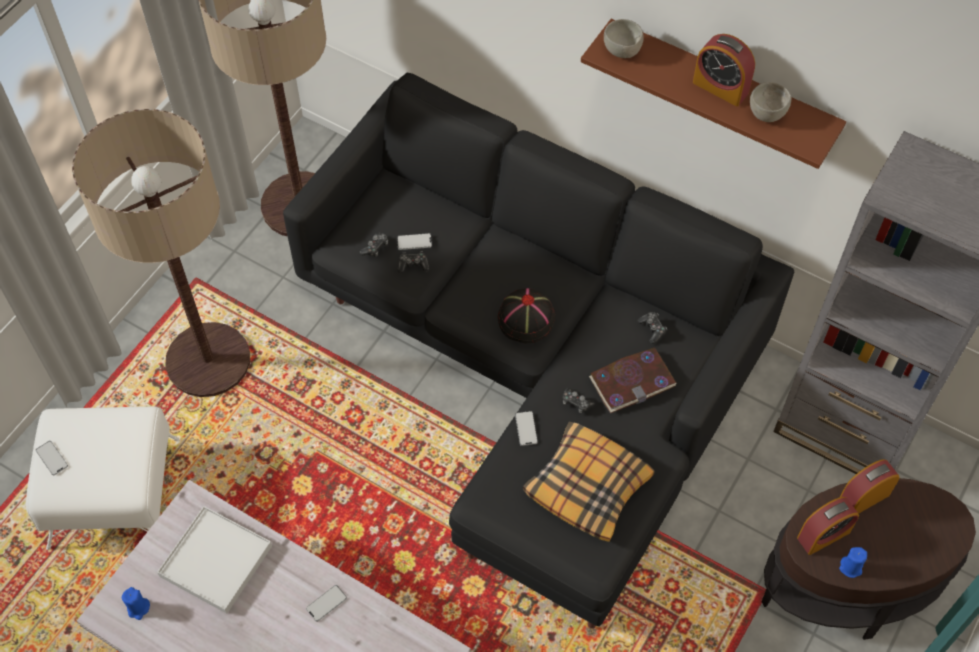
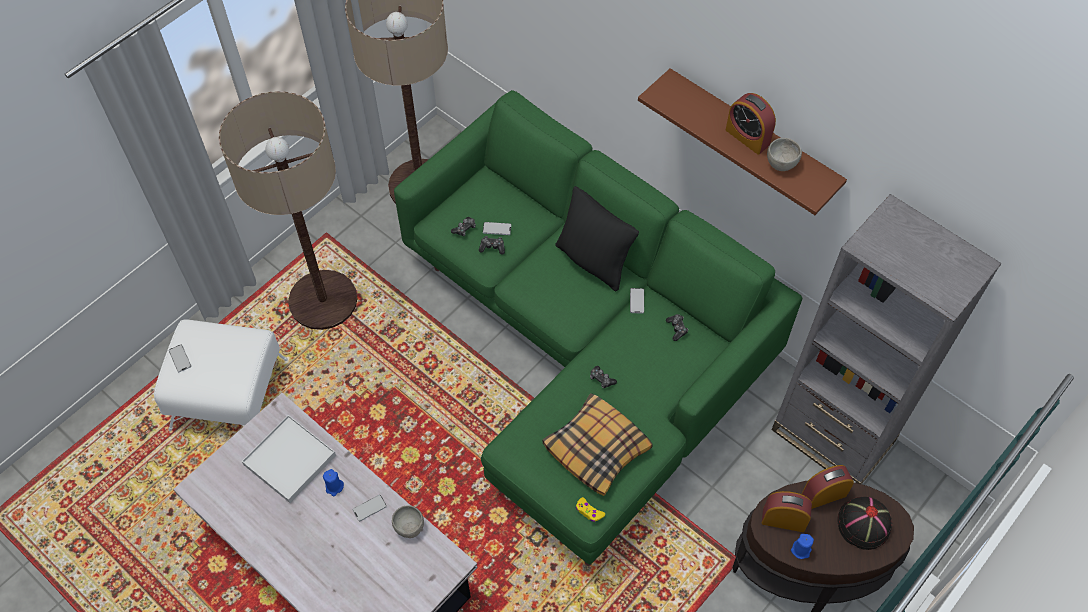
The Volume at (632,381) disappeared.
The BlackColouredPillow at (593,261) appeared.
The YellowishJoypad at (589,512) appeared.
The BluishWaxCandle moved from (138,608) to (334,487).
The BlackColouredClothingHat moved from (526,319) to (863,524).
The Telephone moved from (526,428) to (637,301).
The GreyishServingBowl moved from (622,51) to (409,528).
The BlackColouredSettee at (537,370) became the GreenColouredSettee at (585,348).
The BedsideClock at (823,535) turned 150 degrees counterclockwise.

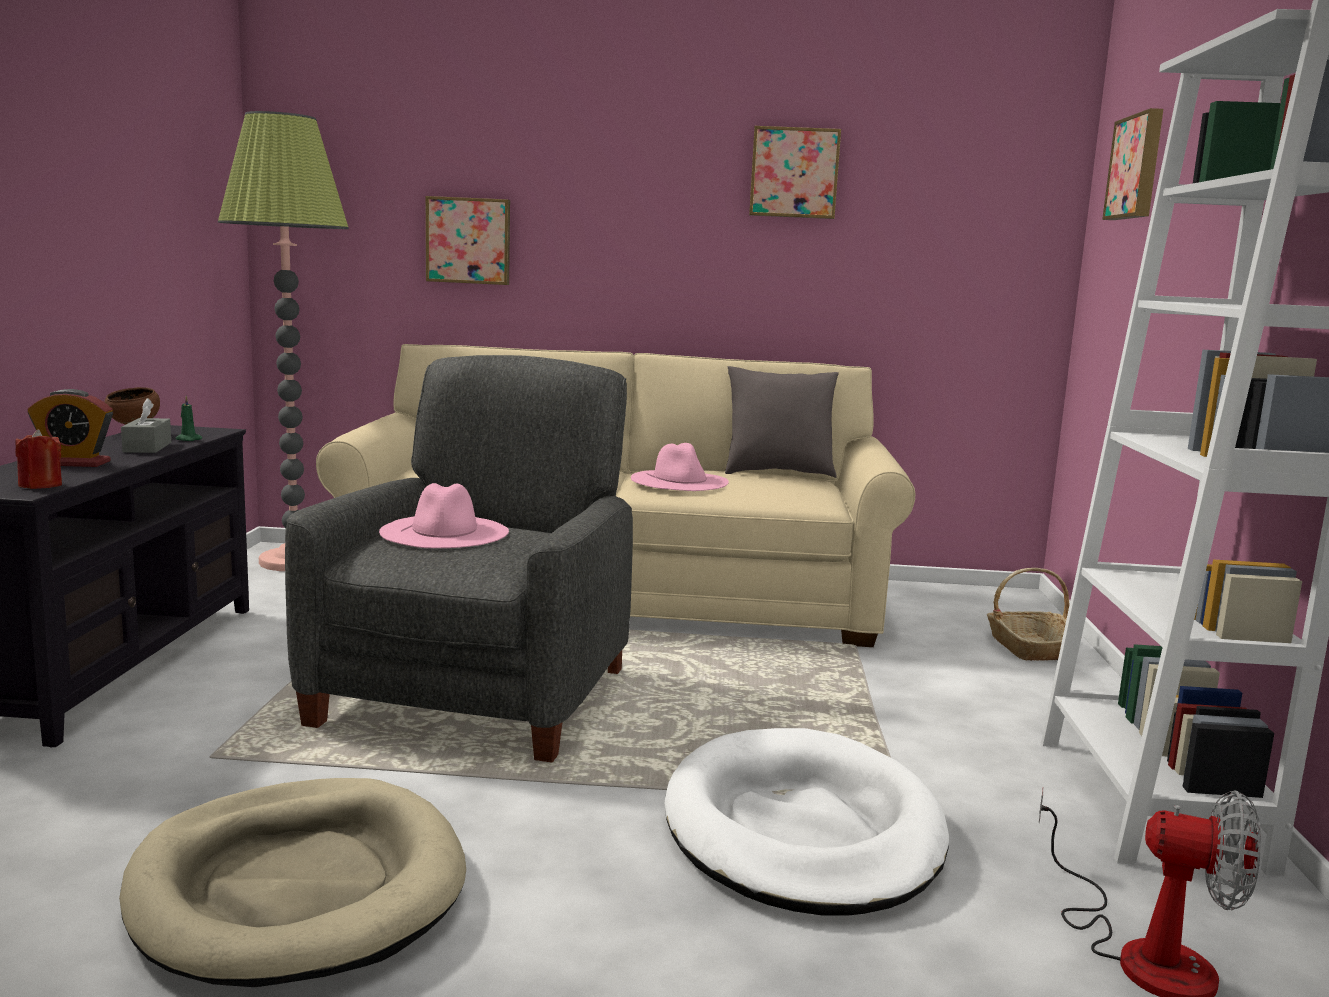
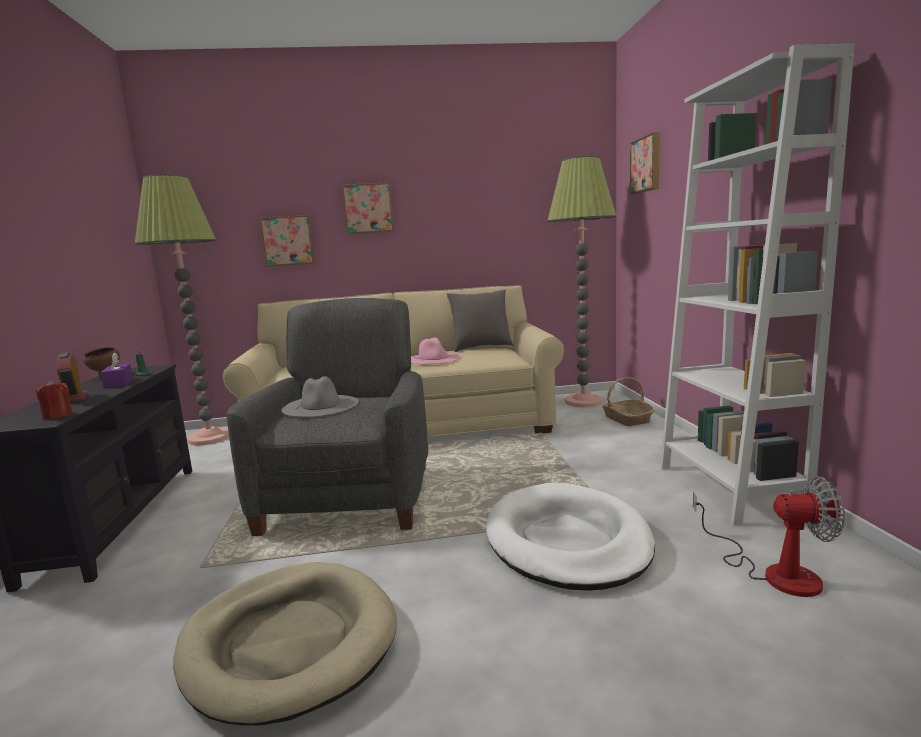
The FloorLamp at (583,402) appeared.
The WallArt moved from (794,173) to (368,208).
The GreyishTissueHolder at (147,447) became the PurpleColouredTissueHolder at (118,383).
The PinkClothingHat at (445,531) became the GreyishClothingHat at (320,405).
The BedsideClock at (74,463) turned 75 degrees clockwise.

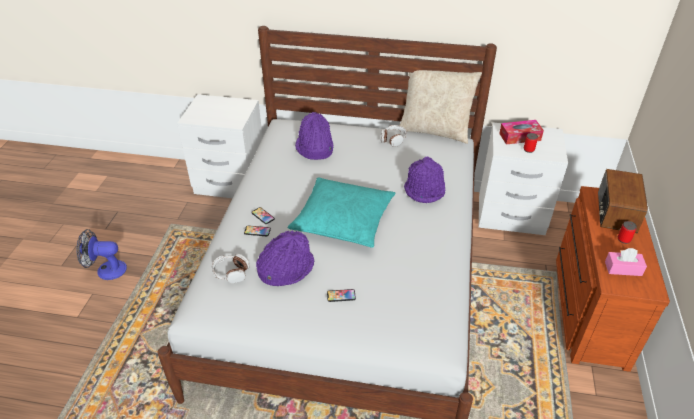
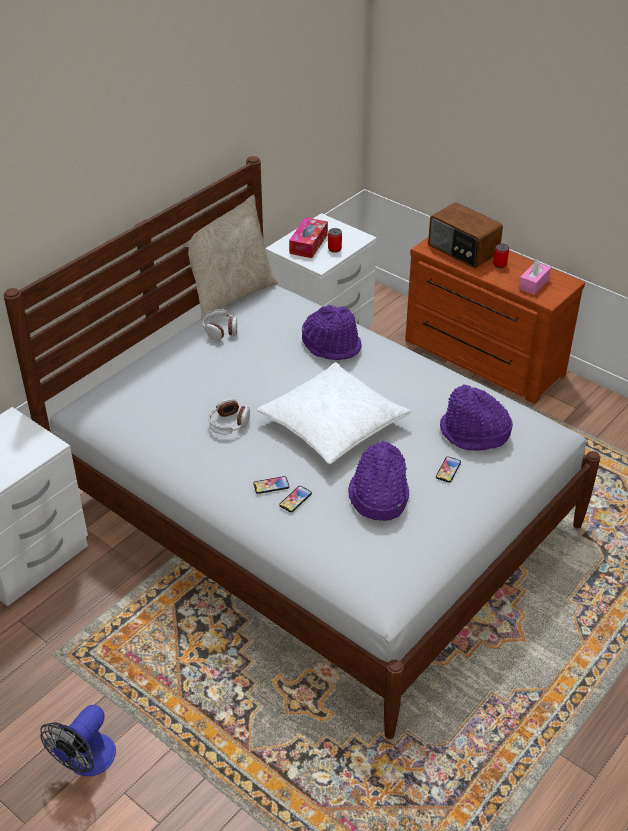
The PairOfHeadphones moved from (231,272) to (229,424).
The PurpleColouredClothingHat moved from (314,148) to (474,433).
The BlueGreenPillow at (343,220) became the WhitePillow at (333,424).

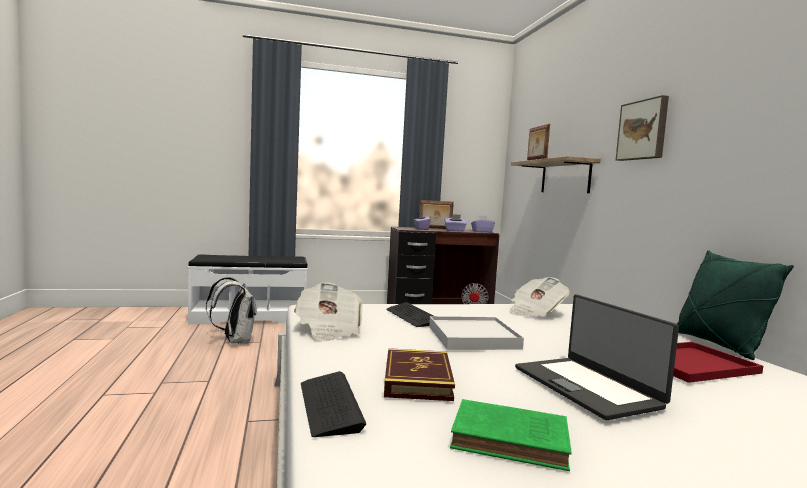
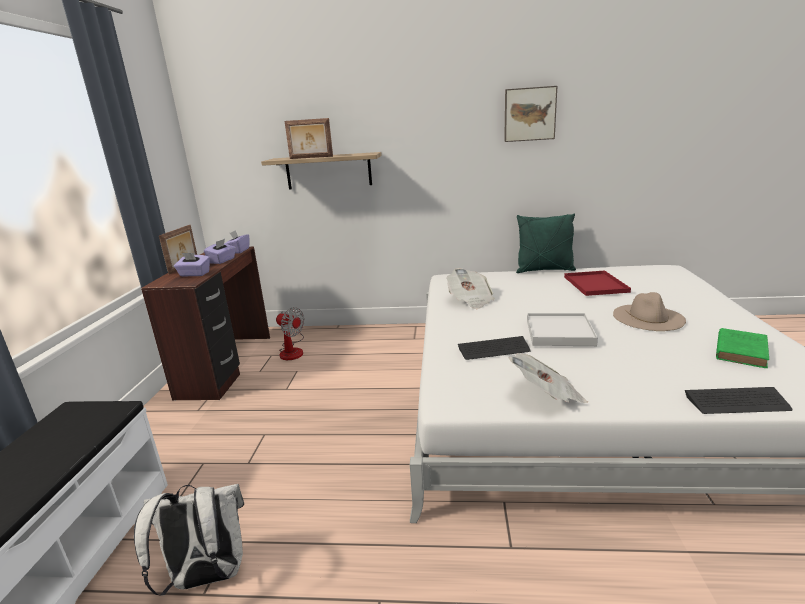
The Volume at (417,379) disappeared.
The WallArt moved from (643,130) to (529,114).
The NotebookComputer at (587,386) was replaced by the BeigeColouredClothingHat at (648,317).

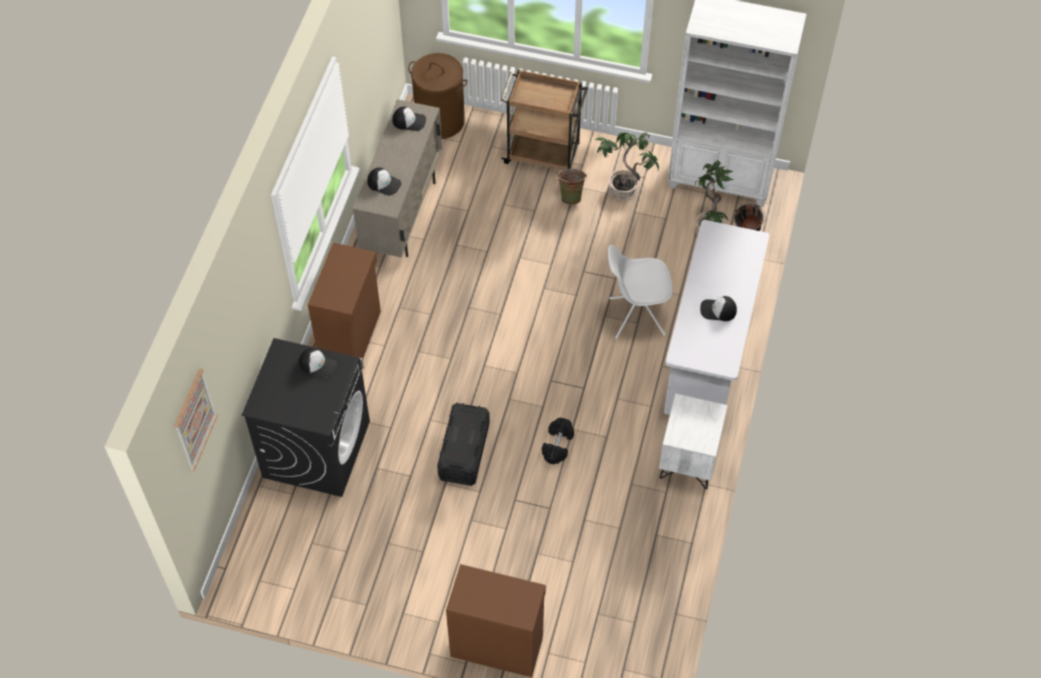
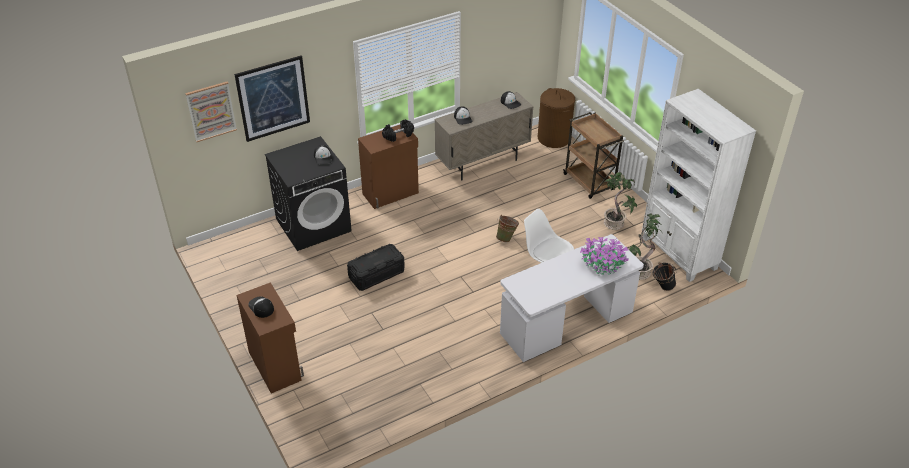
The WhiteNightstand at (689,460) disappeared.
The WallArt at (273,98) appeared.
The PlantInAPot at (603,265) appeared.
The BlackColouredFreeWeight moved from (558,445) to (398,135).
The GreenColouredWaterBucket moved from (571,196) to (506,238).
The PeakedCap moved from (718,310) to (261,307).

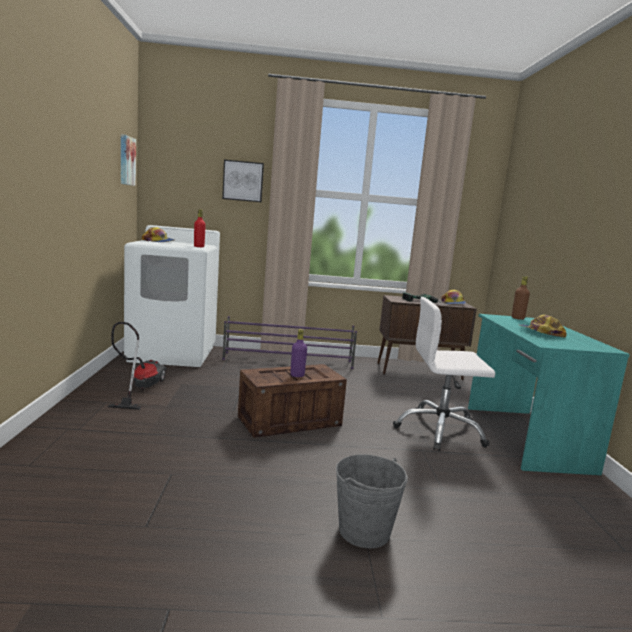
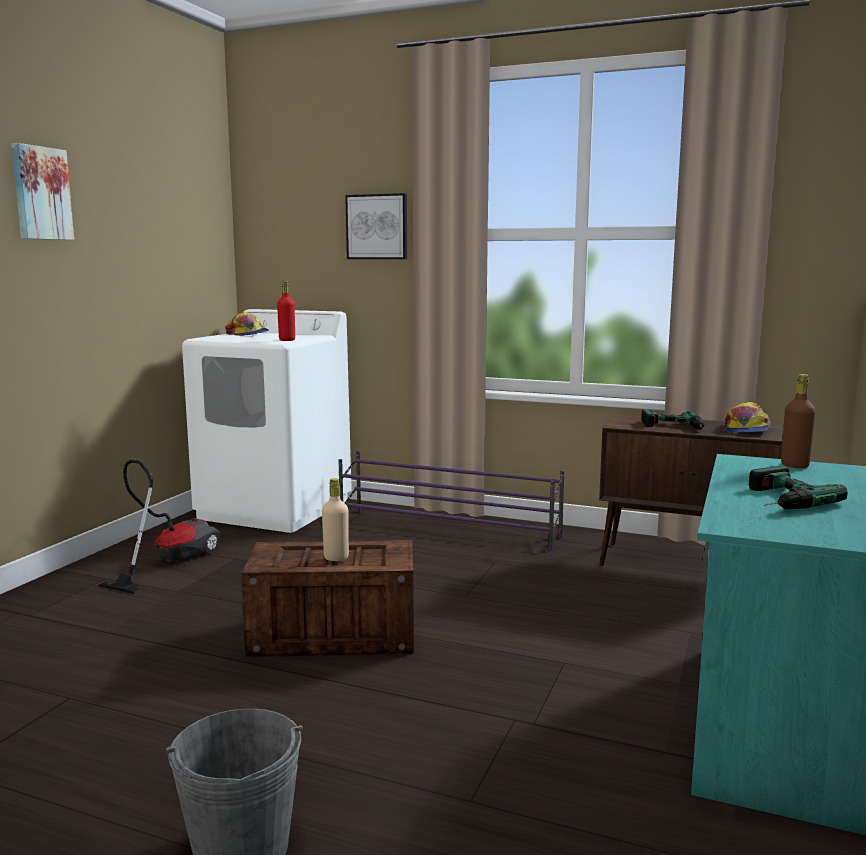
The WhiteOfficeChair at (440,431) disappeared.
The WallArt moved from (126,160) to (40,193).
The PeakedCap at (540,333) was replaced by the PowerDrill at (776,500).
The PurpleColouredDrinkBottle at (297,375) became the BeigeColouredDrinkBottle at (336,558).

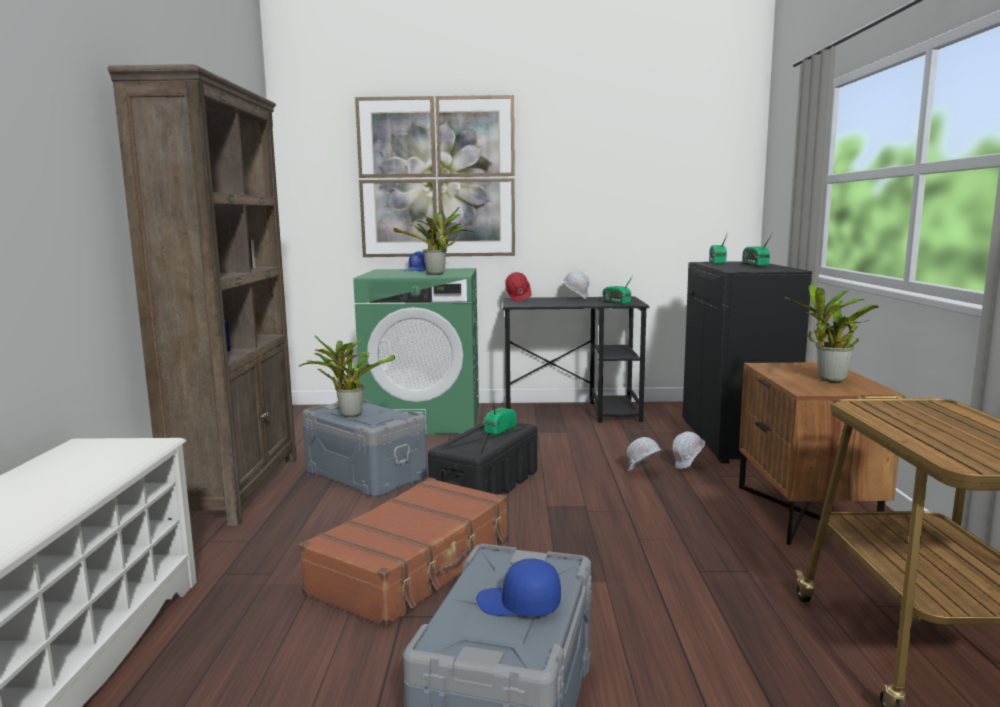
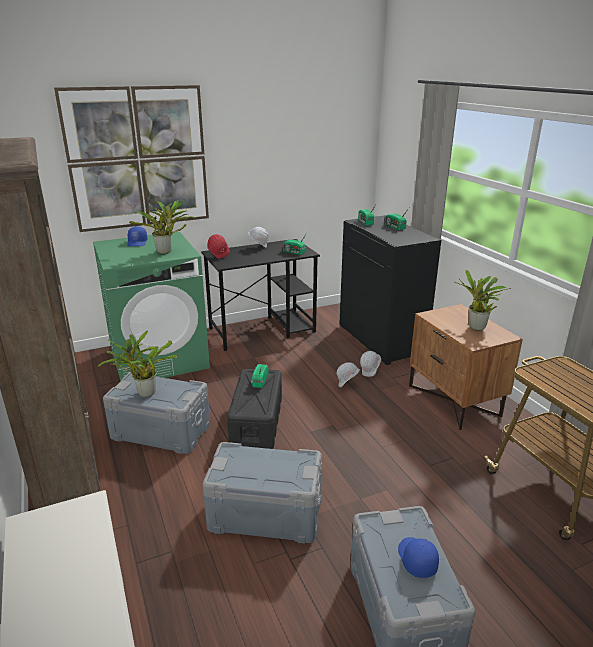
The BrownColouredSuitcase at (414,566) was replaced by the GreyishStorageContainer at (265,513).
The BluishPeakedCap at (518,605) turned 90 degrees clockwise.

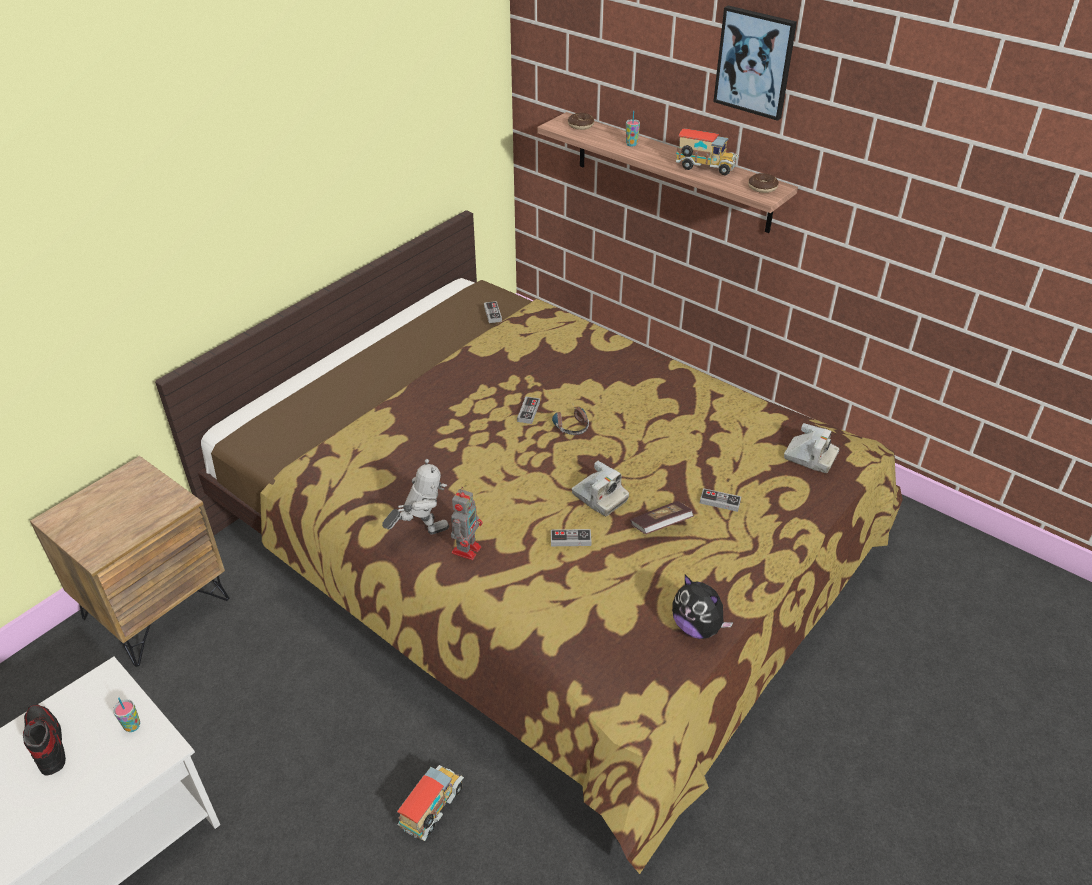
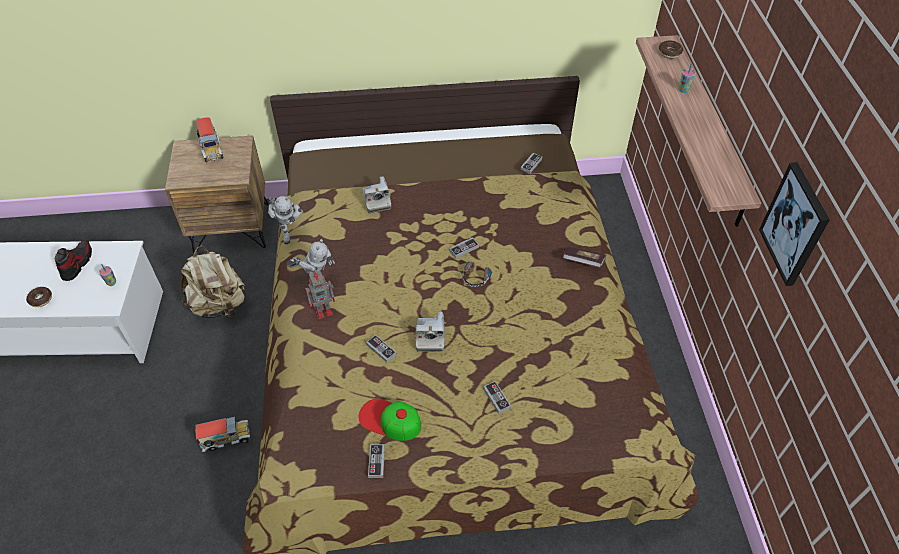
The BeigeColouredRucksack at (219,305) appeared.
The ModelRobot at (288,231) appeared.
The PeakedCap at (390,420) appeared.
The Volume moved from (660,526) to (583,262).
The ModelTruck moved from (705,168) to (211,150).
The WallArt moved from (755,62) to (795,224).
The Donut moved from (762,188) to (41,299).
The StillCamera moved from (810,458) to (376,201).
The SoftToy at (697,627) was replaced by the Joypad at (376,462).

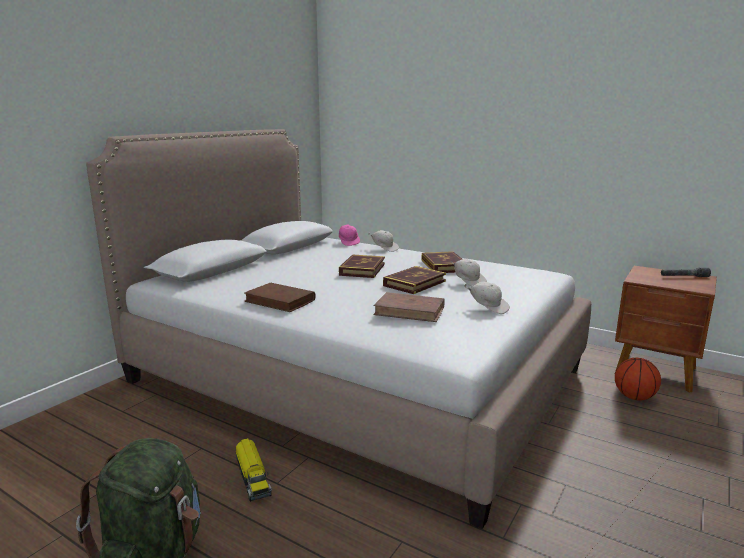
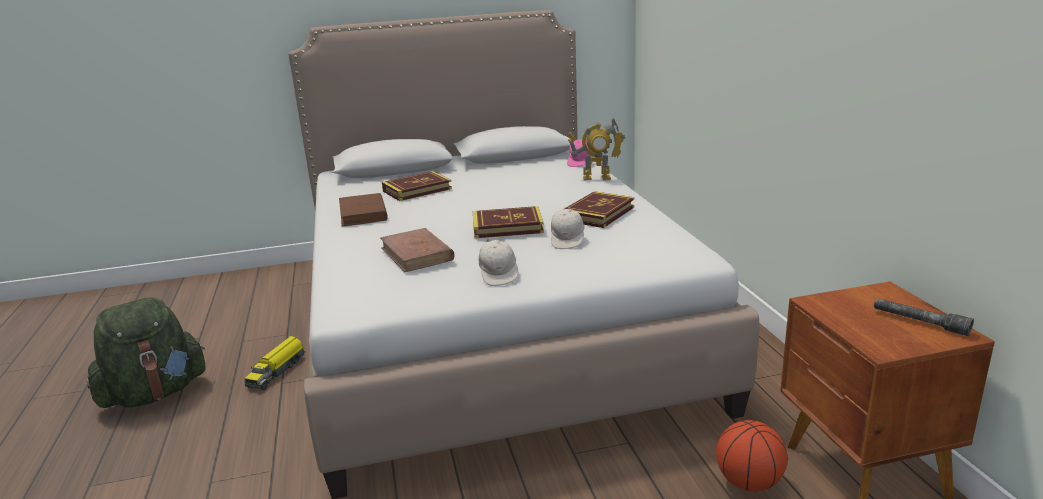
The Volume moved from (362,269) to (417,190).
The WhitePeakedCap at (384,248) was replaced by the ModelRobot at (597,178).

